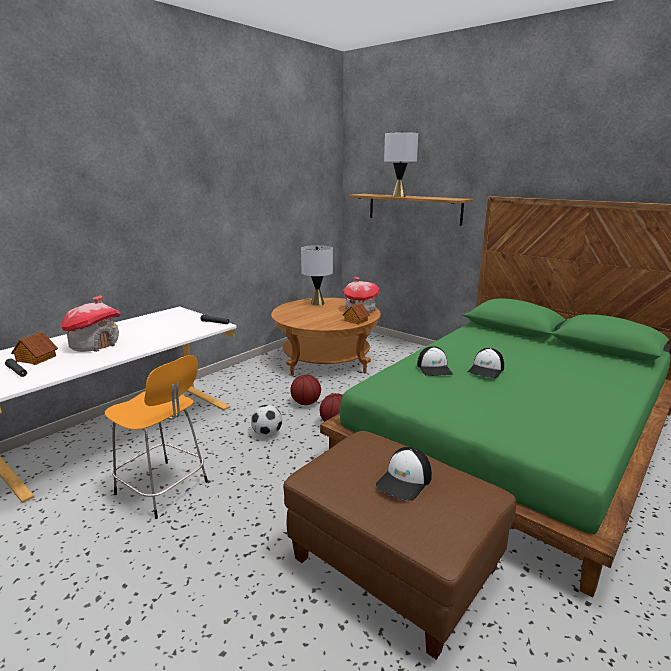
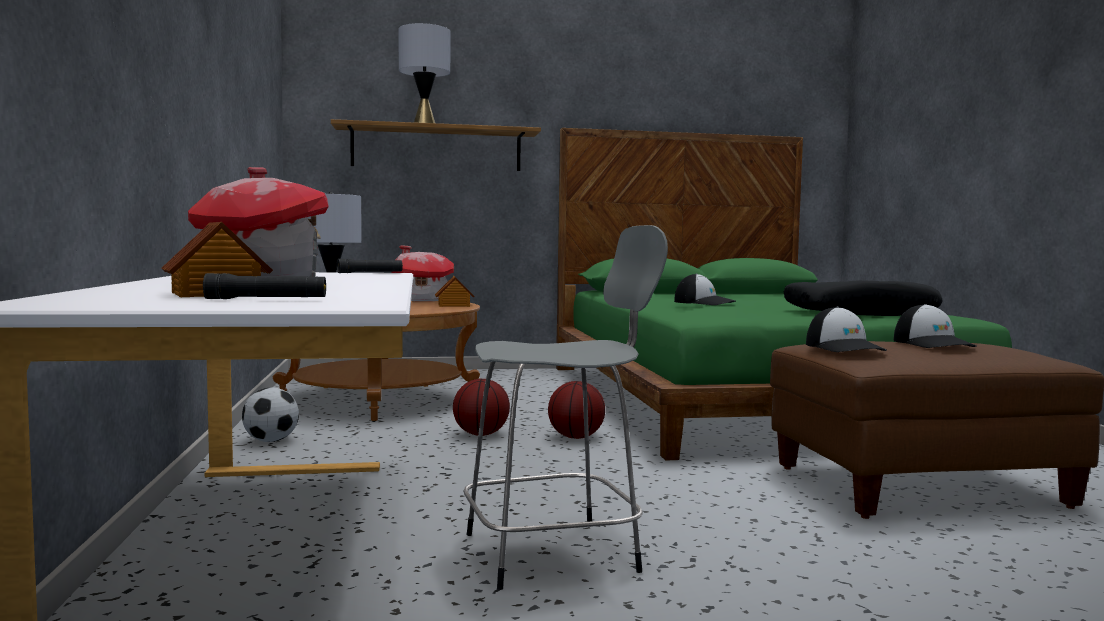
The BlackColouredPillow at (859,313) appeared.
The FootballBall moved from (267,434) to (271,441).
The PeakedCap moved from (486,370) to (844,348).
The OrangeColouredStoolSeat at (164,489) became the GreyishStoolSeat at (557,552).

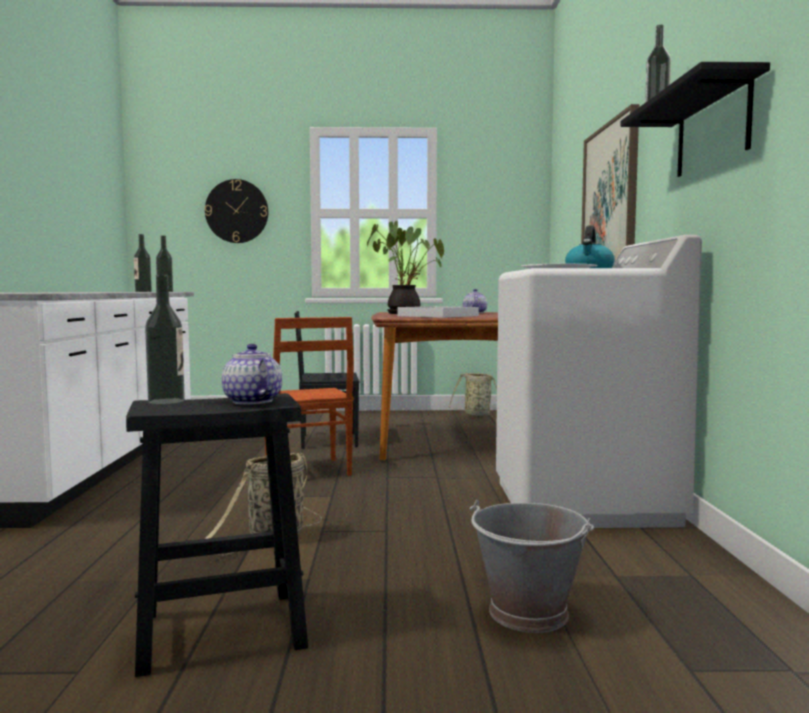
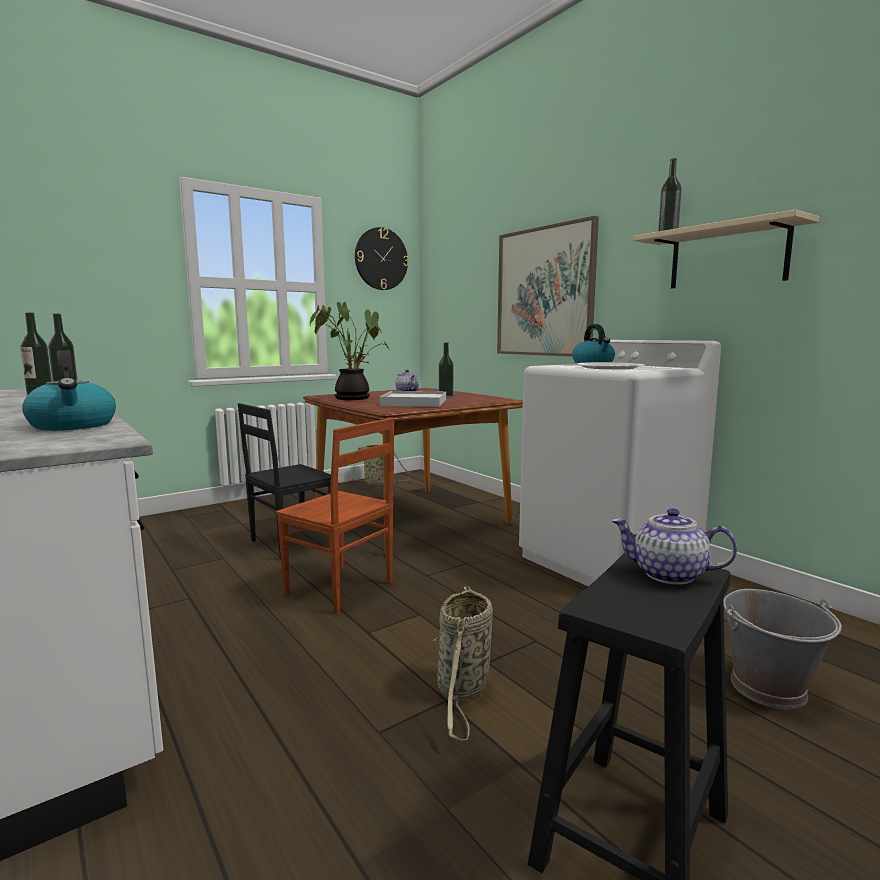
The WaterKettle at (73,425) appeared.
The DrinkBottle moved from (166,401) to (446,396).
The HangingClock moved from (237,211) to (381,259).
The BlackColouredShelf at (712,130) became the BeigeColouredShelf at (727,257).

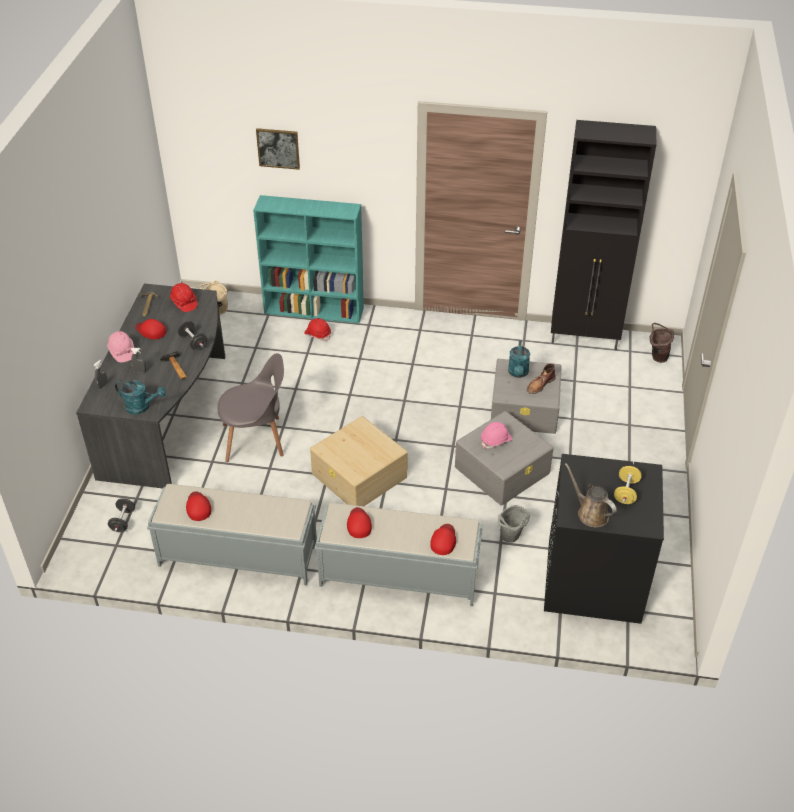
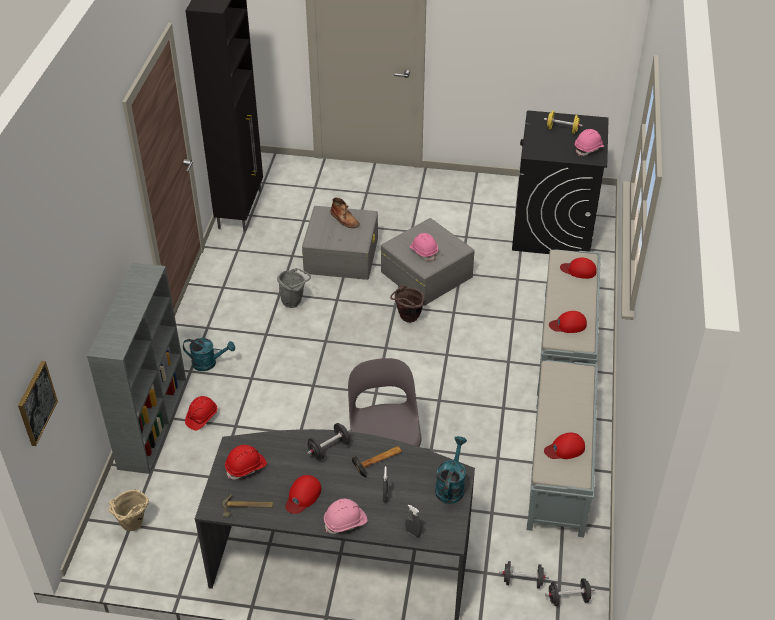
The BeigeColouredStorageContainer at (359,475) disappeared.
The BlackColouredFreeWeight at (568,598) appeared.
The WallArt moved from (278,148) to (36,403).
The GreyishWaterBucket moved from (511,539) to (294,302).
The BlueGreenWateringPot moved from (518,373) to (209,363).
The BrownColouredWaterBucket moved from (657,356) to (407,319).
The BrownColouredWateringPot at (590,513) was replaced by the PinkWorkHelmet at (589,148).
The BlueGreenBookcase at (315,310) became the GreyishBookcase at (153,422).

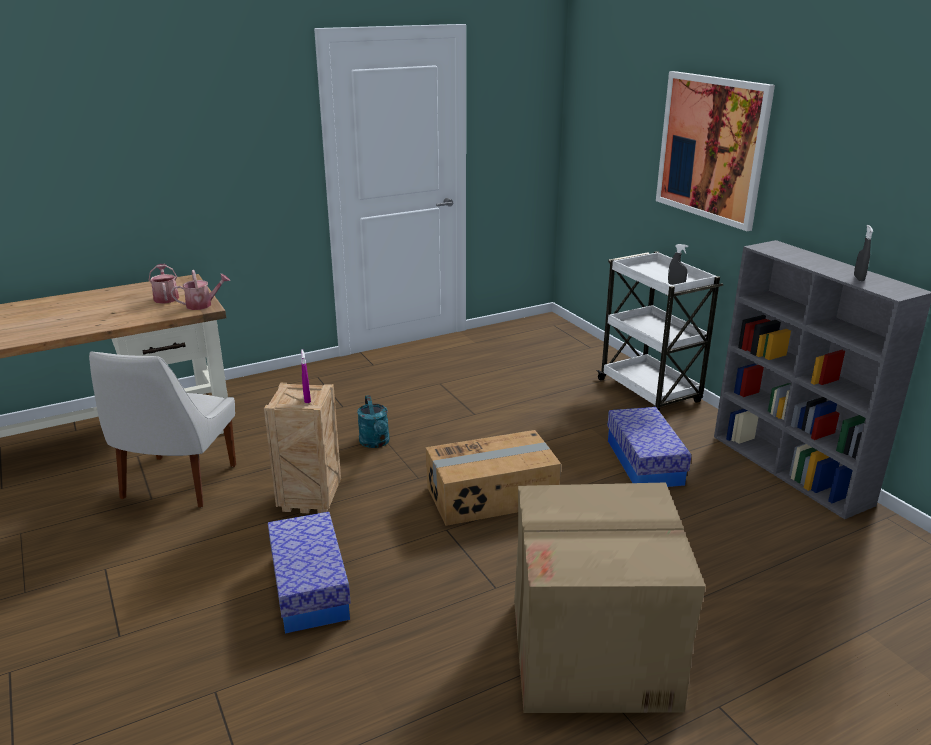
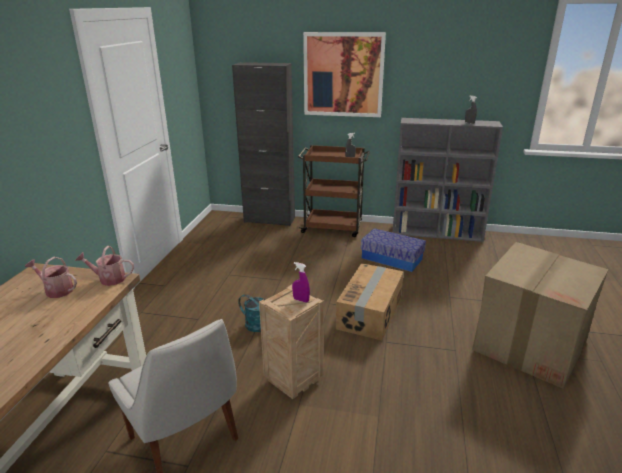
The StorageContainer at (309,587) disappeared.
The BlackColouredStorageCabinet at (269,220) appeared.
The WhiteCart at (650,392) became the BrownColouredCart at (333,227).
The WateringPot at (203,304) turned 105 degrees counterclockwise.

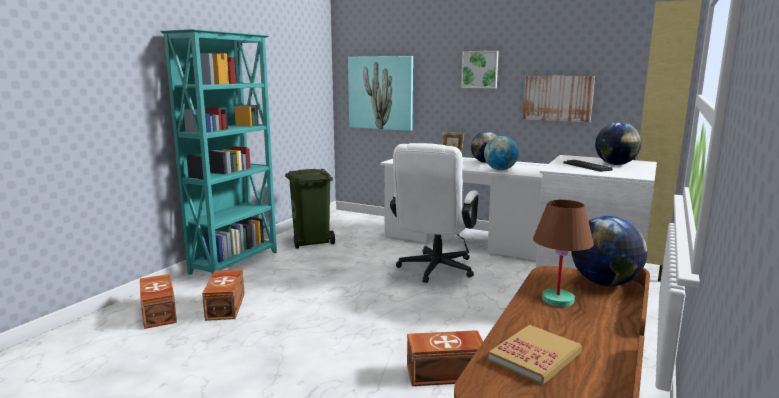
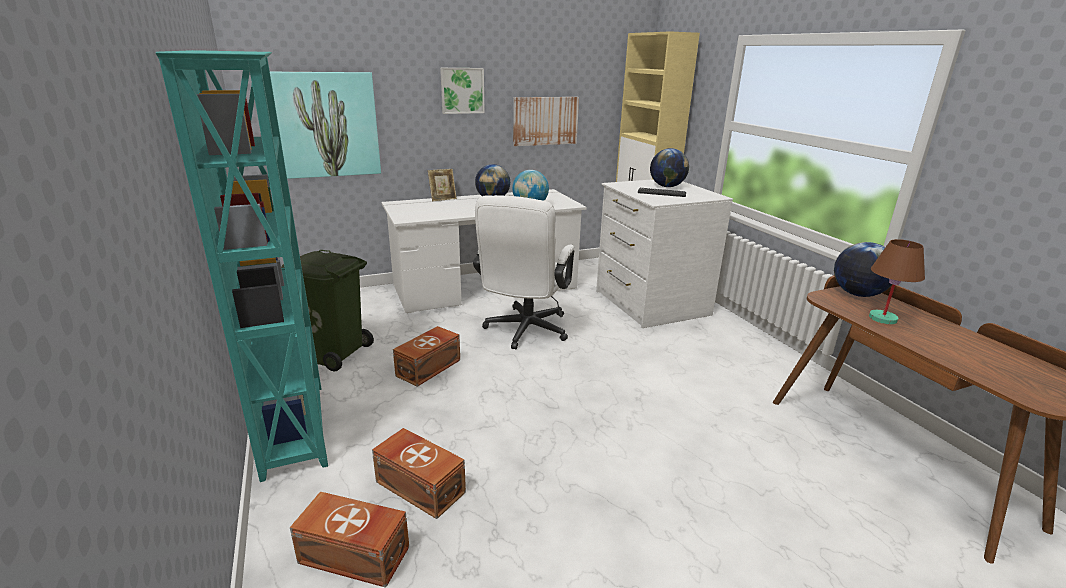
The Volume at (535,357) disappeared.
The BrownColouredStorageContainer moved from (446,374) to (430,368).
The WhiteOfficeChair at (434,270) turned 45 degrees clockwise.

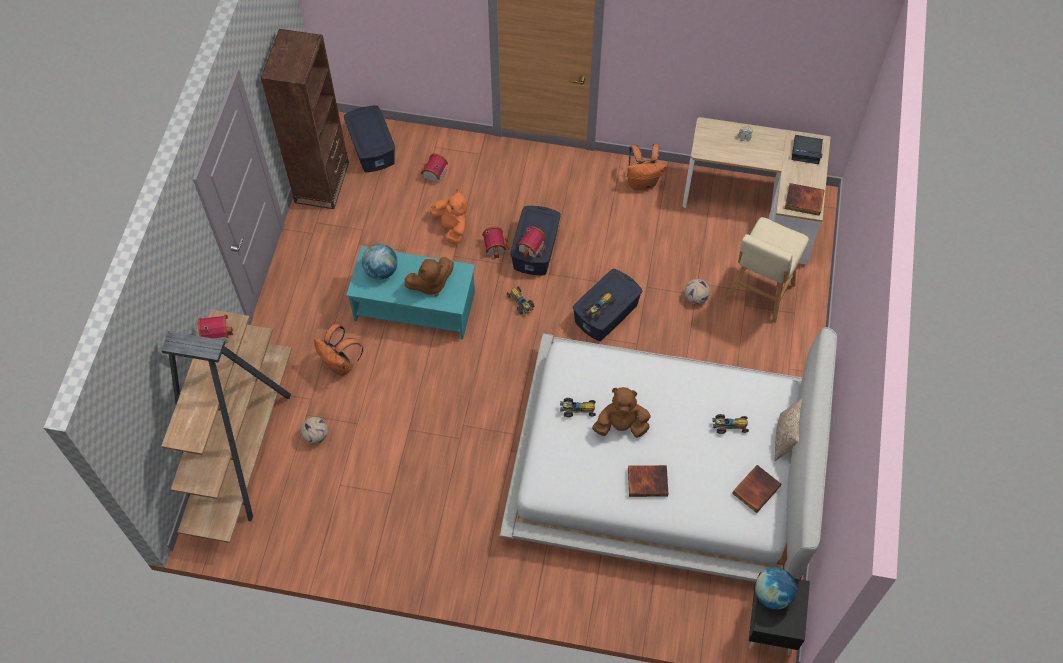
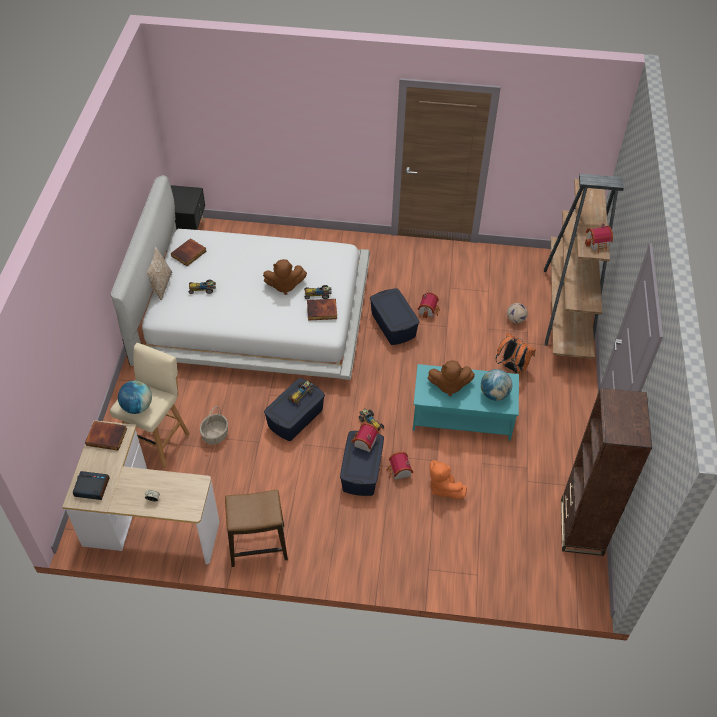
The BluishStorageContainer moved from (372,147) to (393,325).
The ToyHouse moved from (433,174) to (429,310).
The Volume moved from (648,481) to (321,311).
The DeskGlobe moved from (772,594) to (137,407).
The OrangeColouredRucksack at (642,182) was replaced by the StoolSeat at (258,546).
The FootballBall at (696,298) was replaced by the StorageBasket at (215,434).
The BrownColouredSoftToy at (430,284) turned 150 degrees counterclockwise.

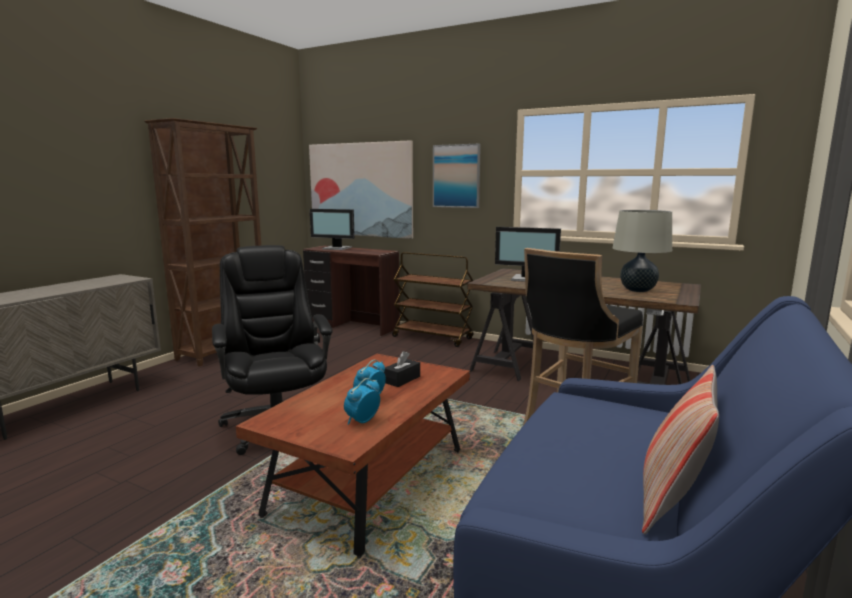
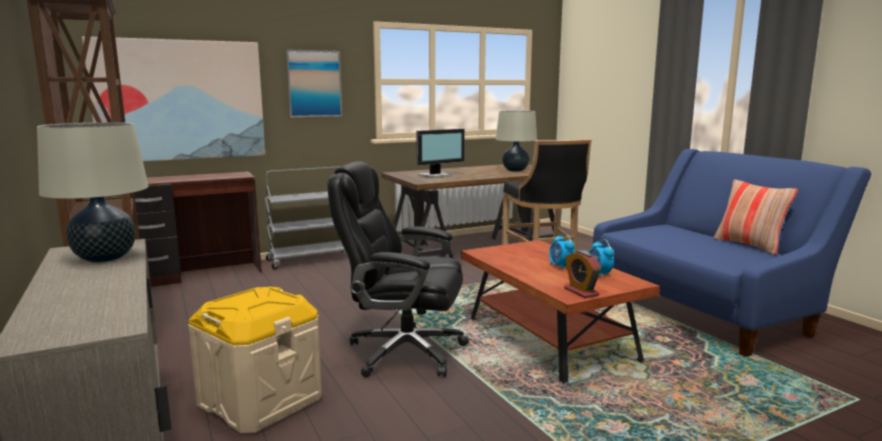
The ComputerScreen at (337,248) disappeared.
The BlackColouredTissueHolder at (402,379) disappeared.
The BeigeColouredLampForATable at (105,258) appeared.
The BeigeColouredStorageContainer at (260,400) appeared.
The BedsideClock at (581,292) appeared.
The BrownColouredCart at (433,338) became the GreyishCart at (311,259).

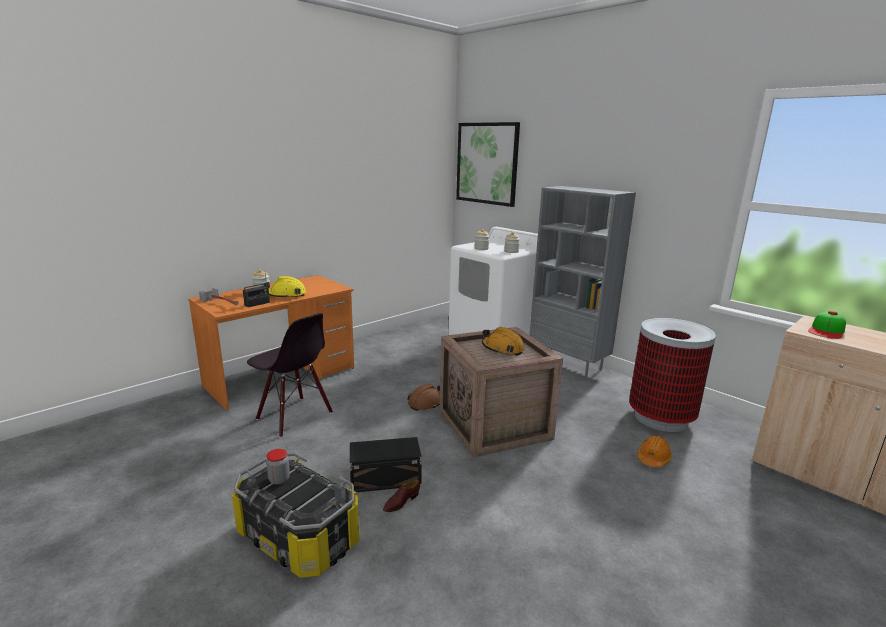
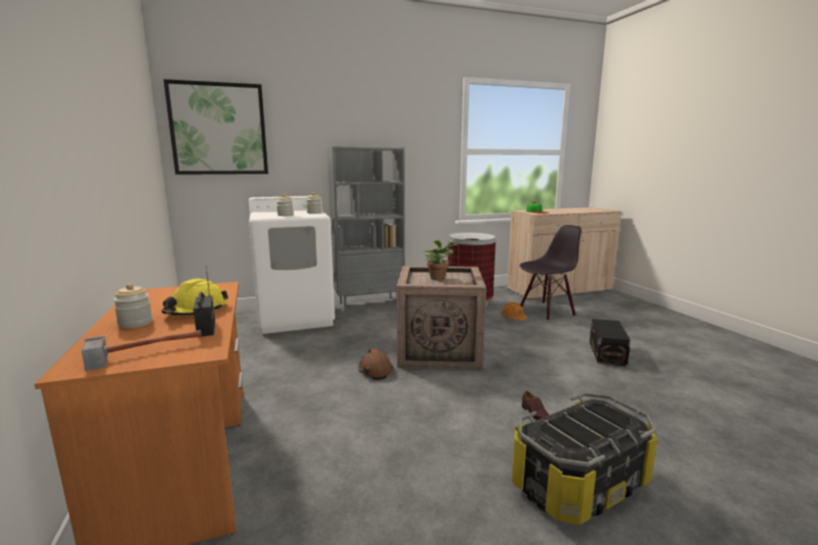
The PreserveJar at (279,479) disappeared.
The BlackColouredChair moved from (294,416) to (546,312).
The BlackColouredStorageContainer moved from (386,478) to (607,353).
The OrangeColouredWorkHelmet at (502,349) was replaced by the PlantInAPot at (438,278).

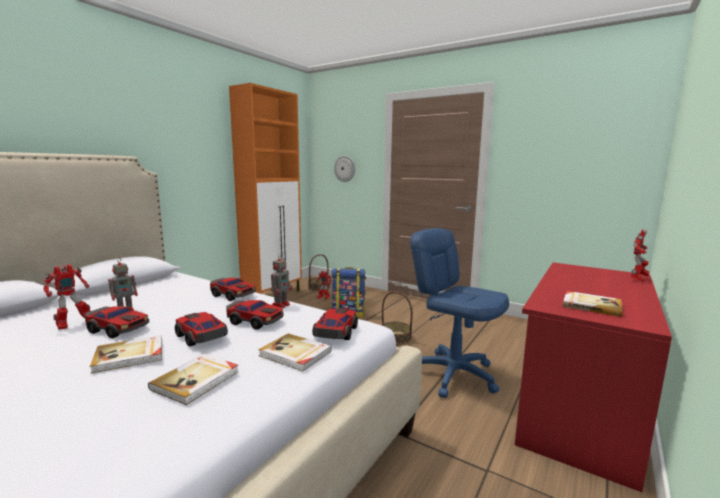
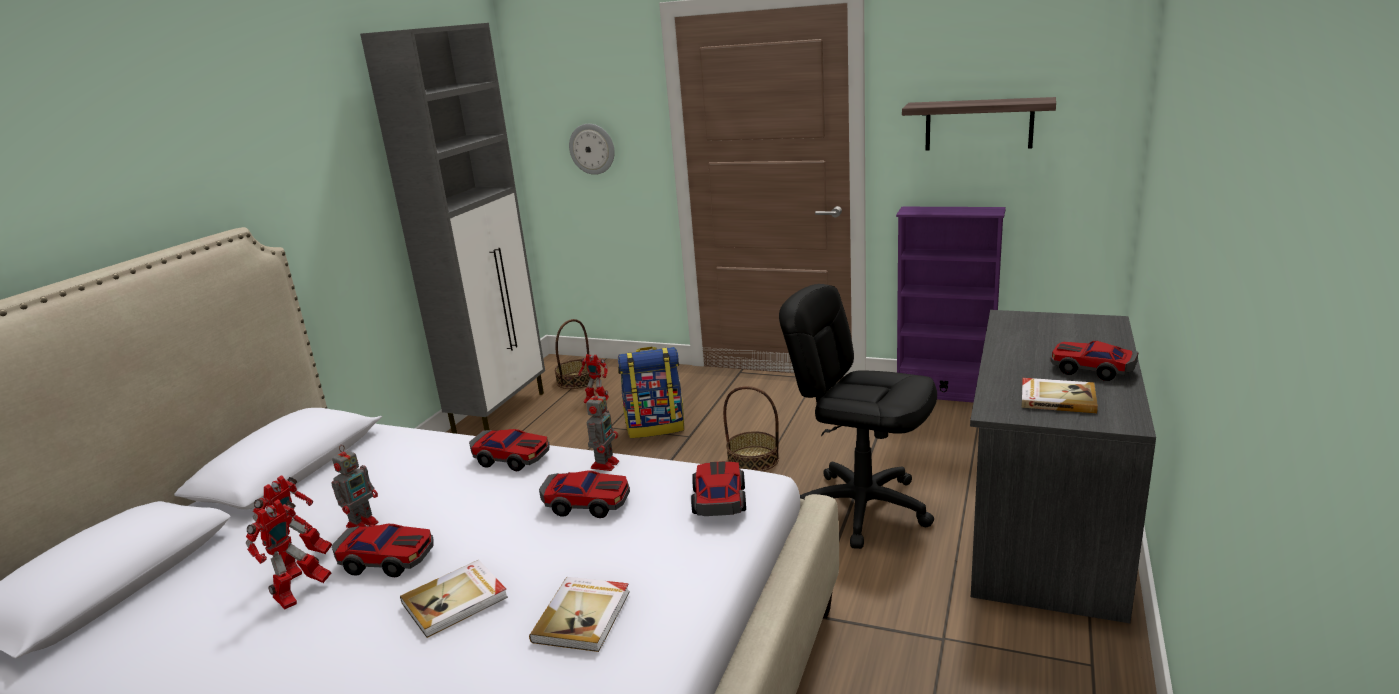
The Volume at (295,354) disappeared.
The PurpleColouredBookcase at (944,393) appeared.
The Shelf at (978,124) appeared.
The MiniatureCar moved from (201,336) to (1091,369).
The ModelRobot moved from (638,279) to (300,594).
The OrangeColouredStorageCabinet at (273,295) became the GreyishStorageCabinet at (501,412).
The BluishOfficeChair at (453,374) became the BlackColouredOfficeChair at (862,507).
The RedColouredDesk at (578,406) became the GreyishDesk at (1044,523).

